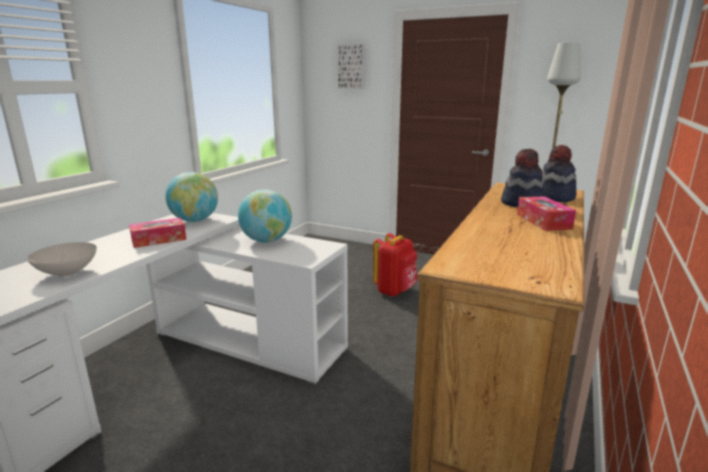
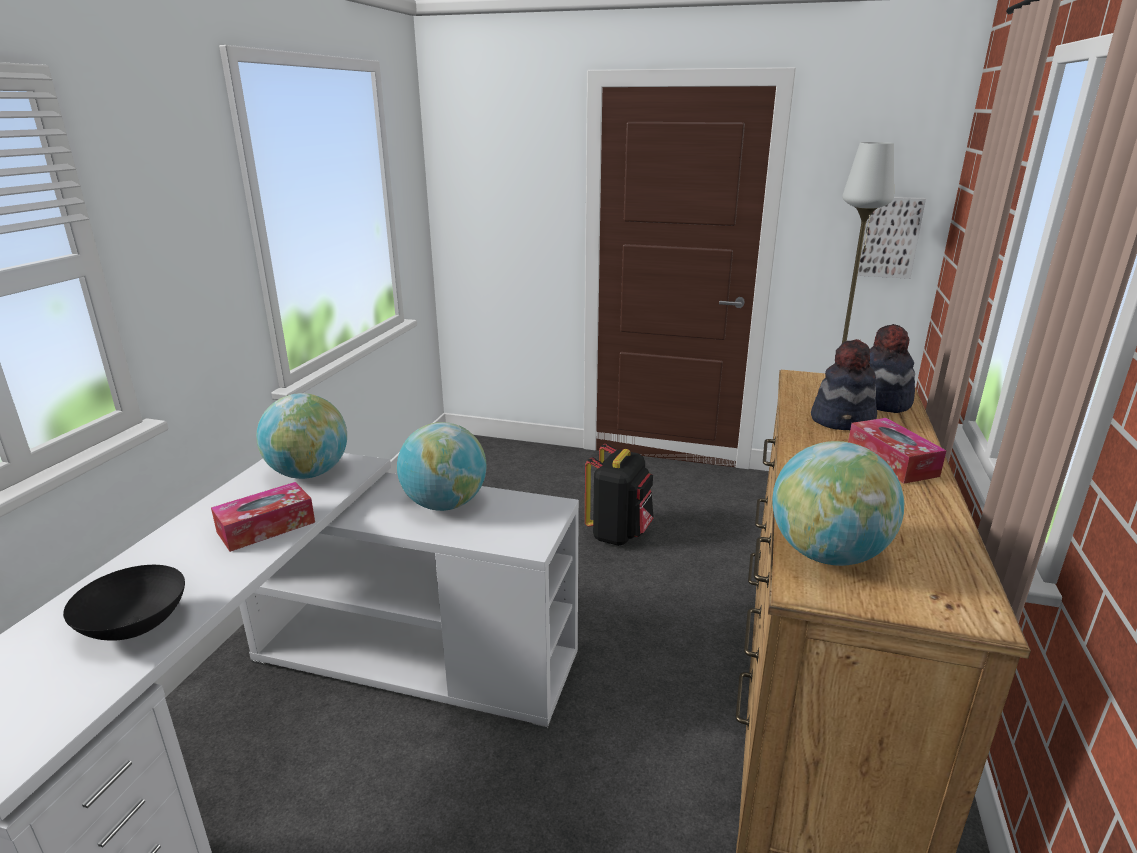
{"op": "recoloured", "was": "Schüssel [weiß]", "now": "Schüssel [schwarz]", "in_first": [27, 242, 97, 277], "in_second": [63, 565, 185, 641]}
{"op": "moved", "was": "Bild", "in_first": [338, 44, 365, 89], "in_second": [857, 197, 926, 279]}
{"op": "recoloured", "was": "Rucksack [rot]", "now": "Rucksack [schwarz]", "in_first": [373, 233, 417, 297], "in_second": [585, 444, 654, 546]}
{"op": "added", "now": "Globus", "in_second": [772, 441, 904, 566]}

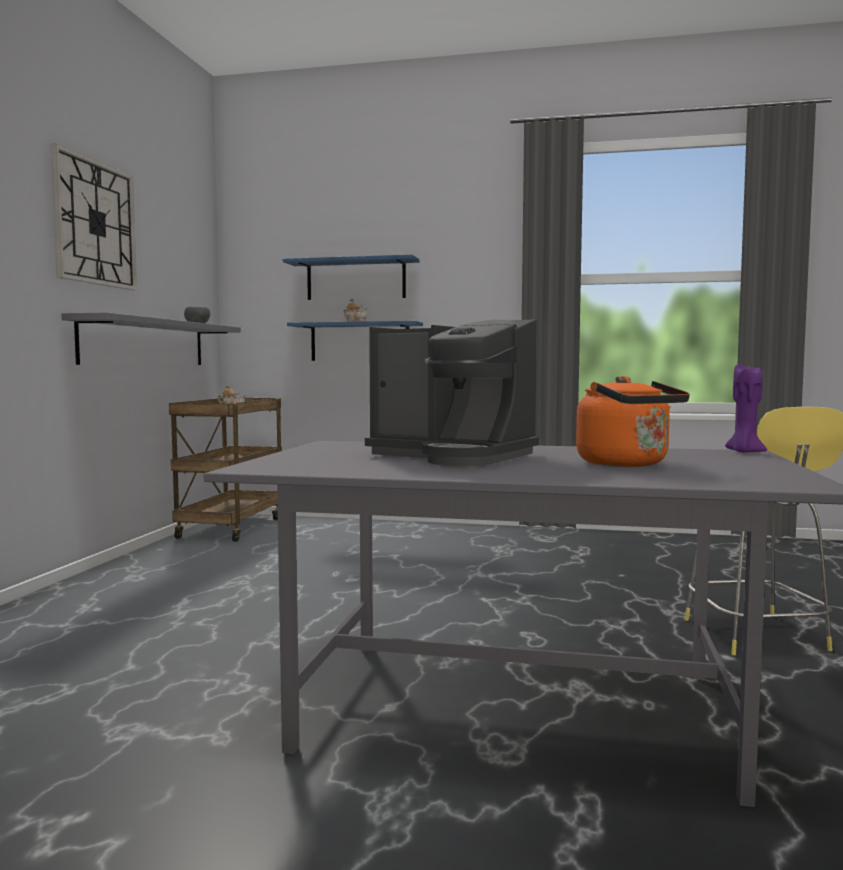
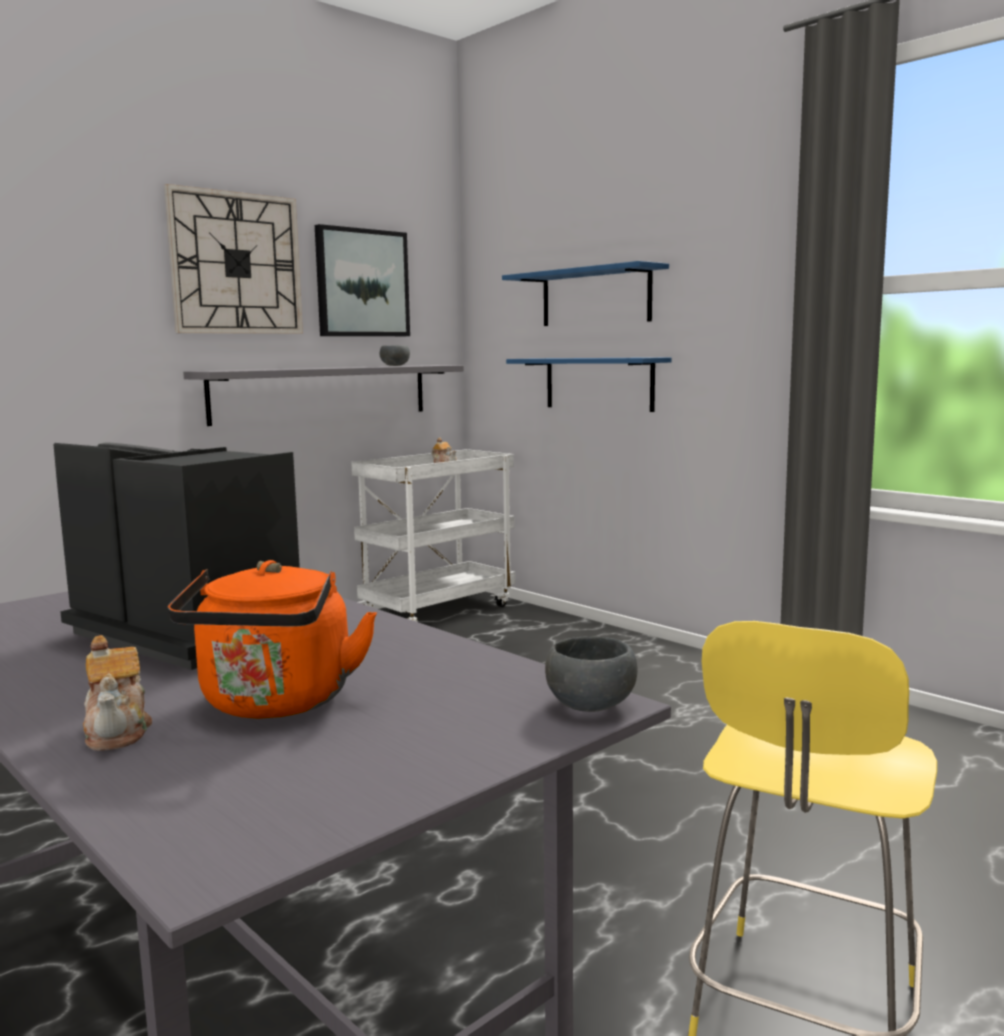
{"op": "recoloured", "was": "Rollwagen [braun]", "now": "Rollwagen [weiß]", "in_first": [169, 398, 282, 542], "in_second": [351, 449, 515, 622]}
{"op": "moved", "was": "Teekanne", "in_first": [343, 298, 368, 322], "in_second": [83, 635, 152, 751]}
{"op": "turned", "was": "Kaffeemaschine", "in_first": [365, 319, 539, 466], "in_second": [53, 442, 300, 670], "clockwise": 150}
{"op": "replaced", "was": "Kerze [lila]", "now": "Schüssel [grau]", "in_first": [725, 365, 767, 453], "in_second": [545, 636, 638, 712]}
{"op": "added", "now": "Bild", "in_second": [315, 224, 410, 336]}

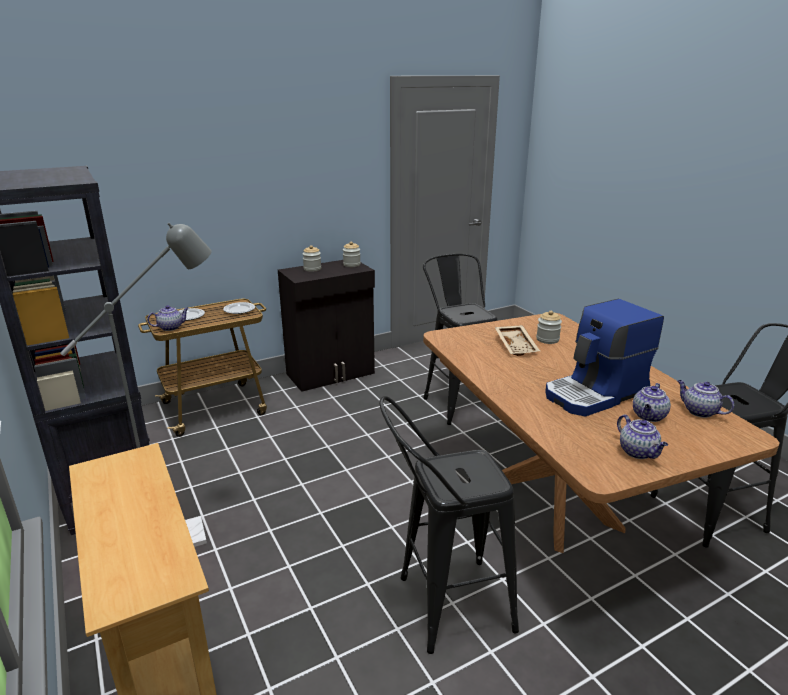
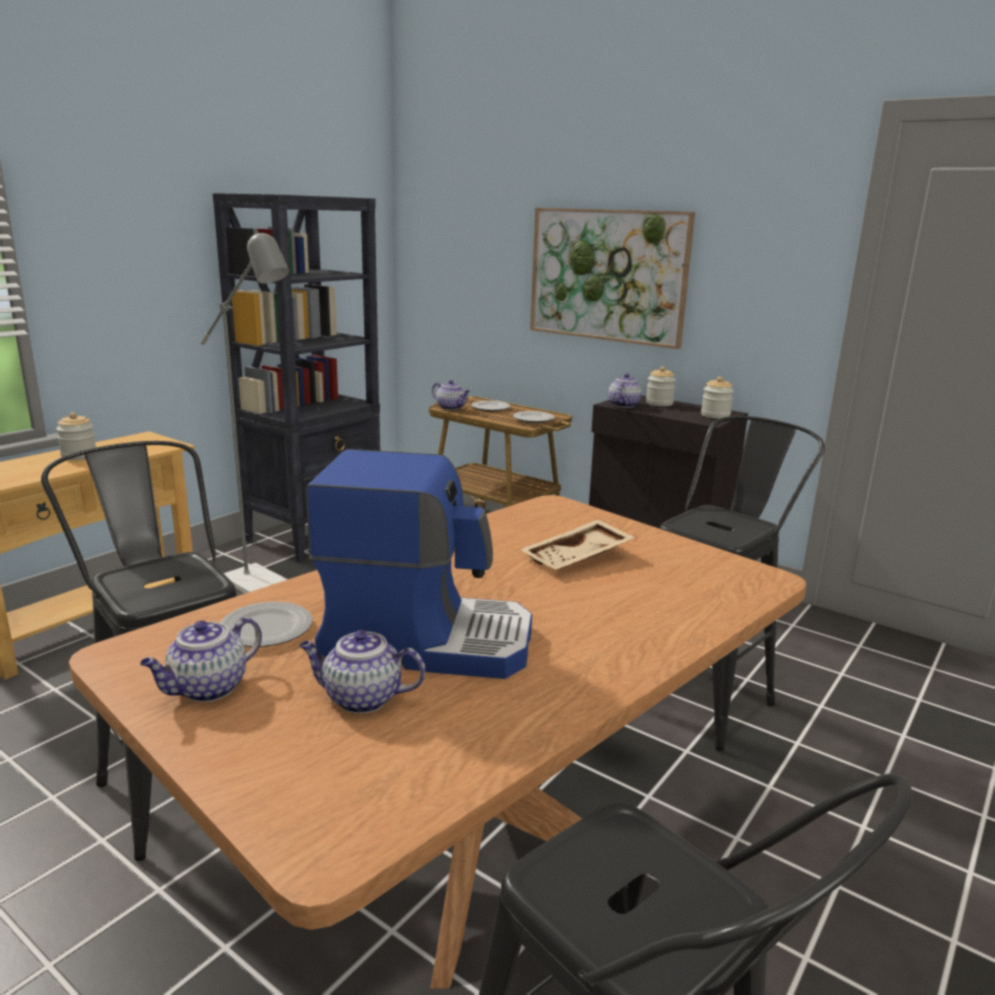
{"op": "moved", "was": "Vorratsglas", "in_first": [536, 311, 562, 344], "in_second": [56, 413, 96, 460]}
{"op": "turned", "was": "Kaffeemaschine", "in_first": [545, 299, 664, 417], "in_second": [306, 449, 532, 679], "clockwise": 150}
{"op": "moved", "was": "Teekanne", "in_first": [677, 380, 734, 418], "in_second": [608, 373, 642, 408]}
{"op": "added", "now": "Teller", "in_second": [220, 602, 313, 647]}
{"op": "added", "now": "Bild", "in_second": [530, 208, 695, 349]}

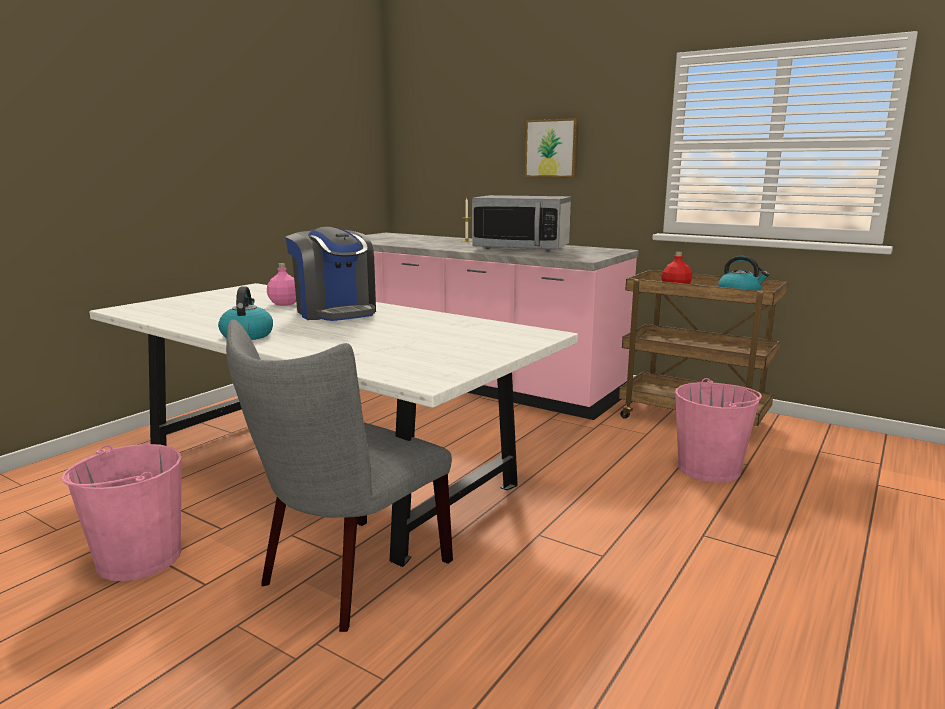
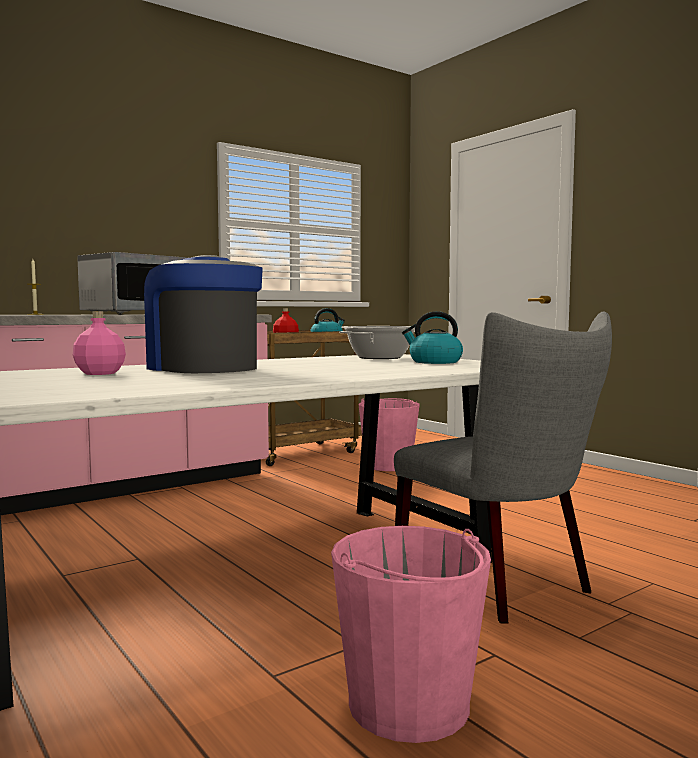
{"op": "moved", "was": "Wasserkessel", "in_first": [218, 286, 273, 340], "in_second": [402, 311, 463, 364]}
{"op": "turned", "was": "Kaffeemaschine", "in_first": [285, 227, 376, 321], "in_second": [144, 255, 263, 373], "clockwise": -120}
{"op": "removed", "was": "Bild", "in_first": [525, 118, 579, 177]}
{"op": "added", "now": "Kochtopf", "in_second": [339, 326, 415, 359]}

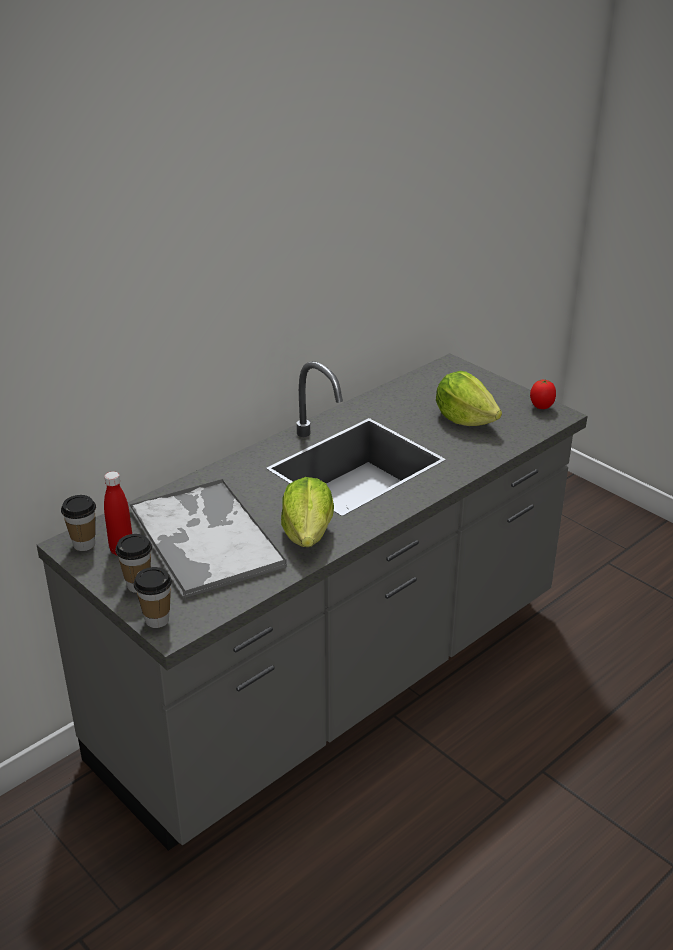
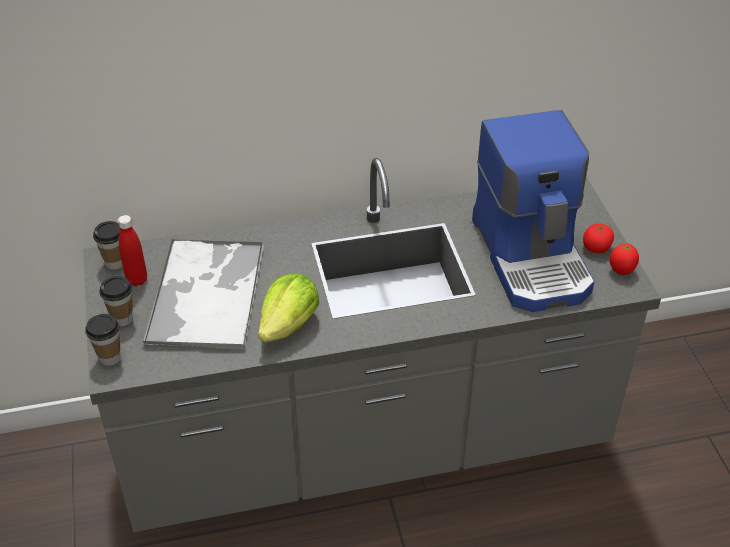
{"op": "replaced", "was": "Salatkopf", "now": "Kaffeemaschine", "in_first": [436, 371, 502, 426], "in_second": [472, 110, 595, 312]}
{"op": "added", "now": "Tomate", "in_second": [583, 223, 614, 253]}

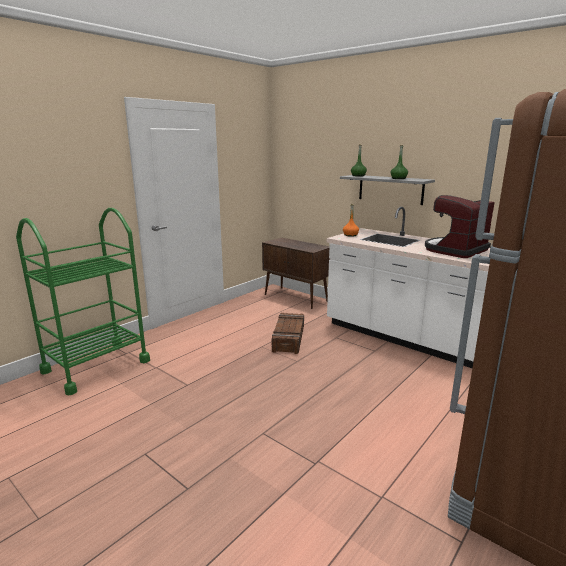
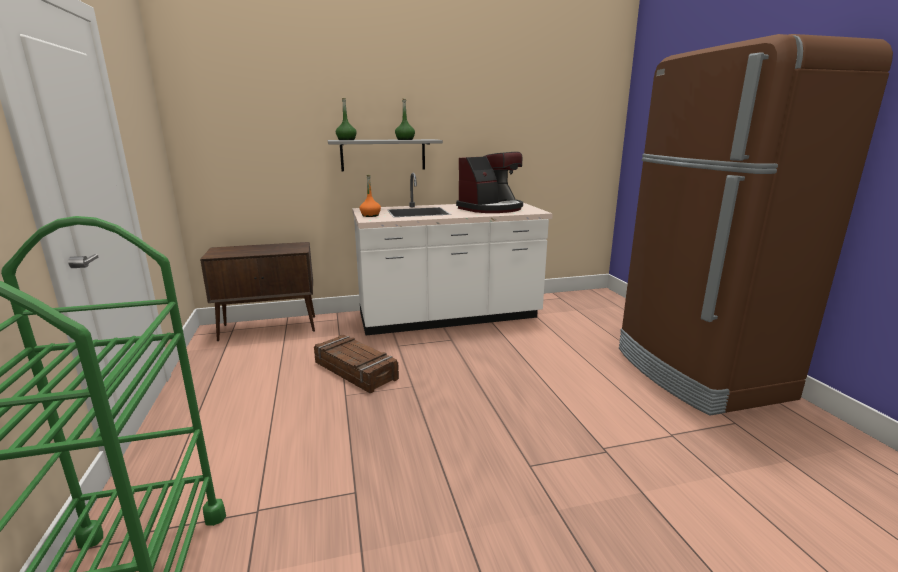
{"op": "turned", "was": "Kaffeemaschine", "in_first": [425, 195, 495, 258], "in_second": [456, 152, 523, 213], "clockwise": -120}

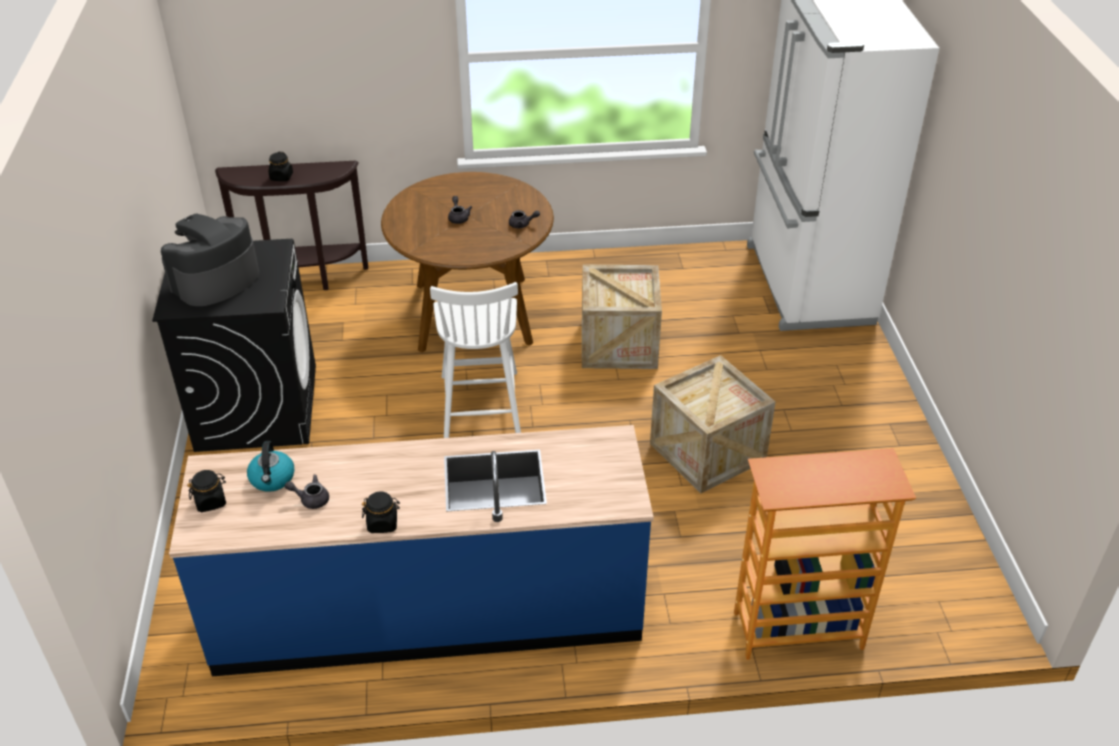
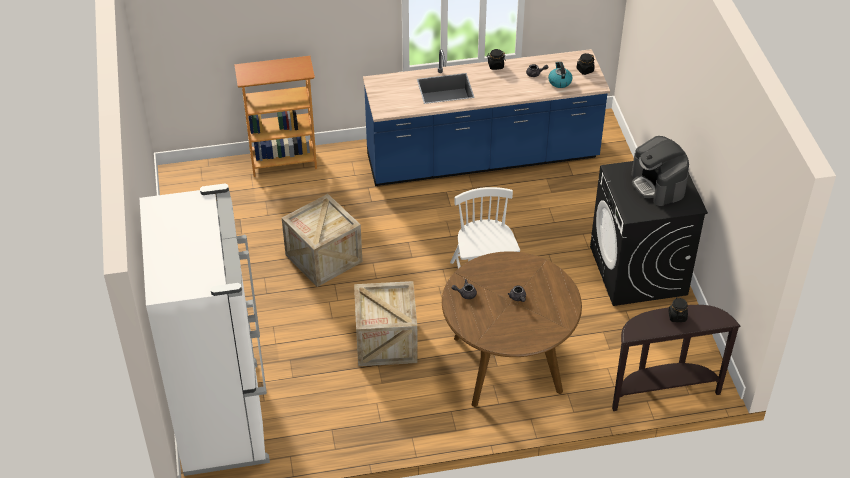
{"op": "turned", "was": "Kaffeemaschine", "in_first": [161, 214, 259, 306], "in_second": [631, 136, 689, 206], "clockwise": 120}

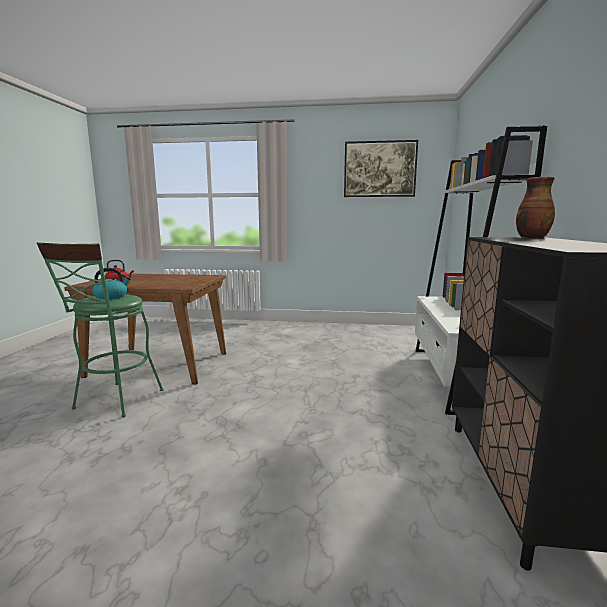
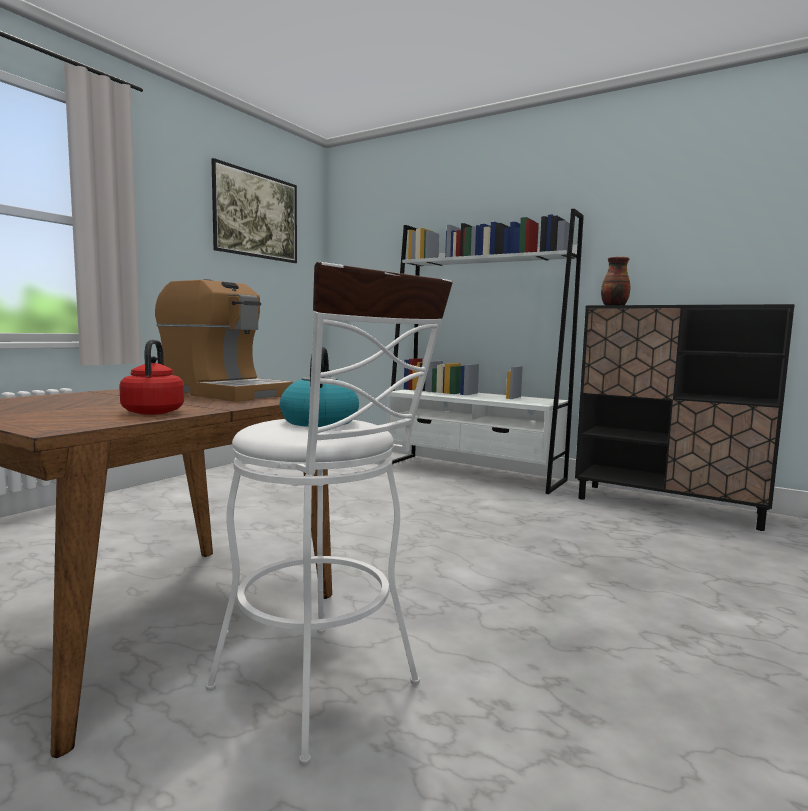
{"op": "recoloured", "was": "Hocker [grün]", "now": "Hocker [weiß]", "in_first": [37, 242, 164, 418], "in_second": [206, 262, 453, 766]}
{"op": "added", "now": "Kaffeemaschine", "in_second": [155, 279, 293, 402]}

